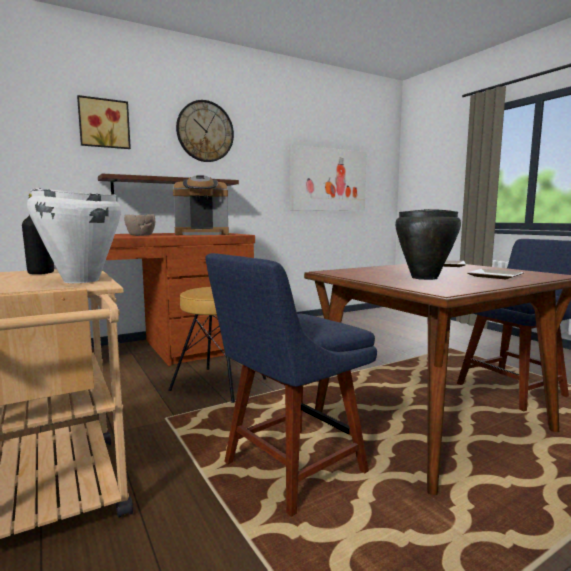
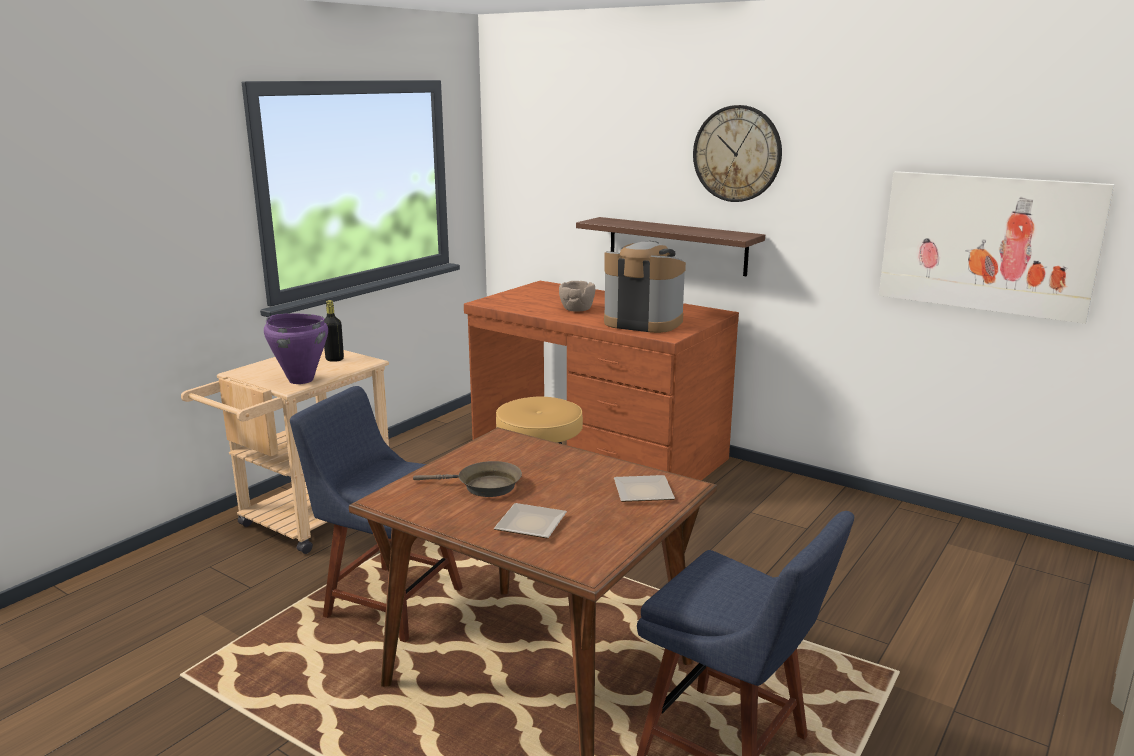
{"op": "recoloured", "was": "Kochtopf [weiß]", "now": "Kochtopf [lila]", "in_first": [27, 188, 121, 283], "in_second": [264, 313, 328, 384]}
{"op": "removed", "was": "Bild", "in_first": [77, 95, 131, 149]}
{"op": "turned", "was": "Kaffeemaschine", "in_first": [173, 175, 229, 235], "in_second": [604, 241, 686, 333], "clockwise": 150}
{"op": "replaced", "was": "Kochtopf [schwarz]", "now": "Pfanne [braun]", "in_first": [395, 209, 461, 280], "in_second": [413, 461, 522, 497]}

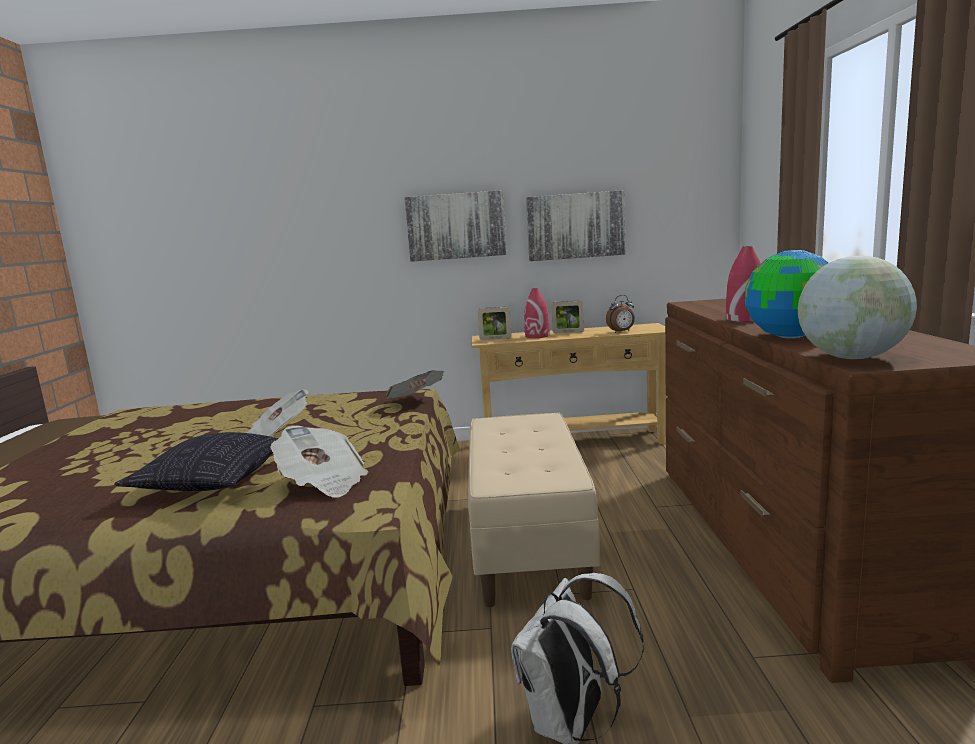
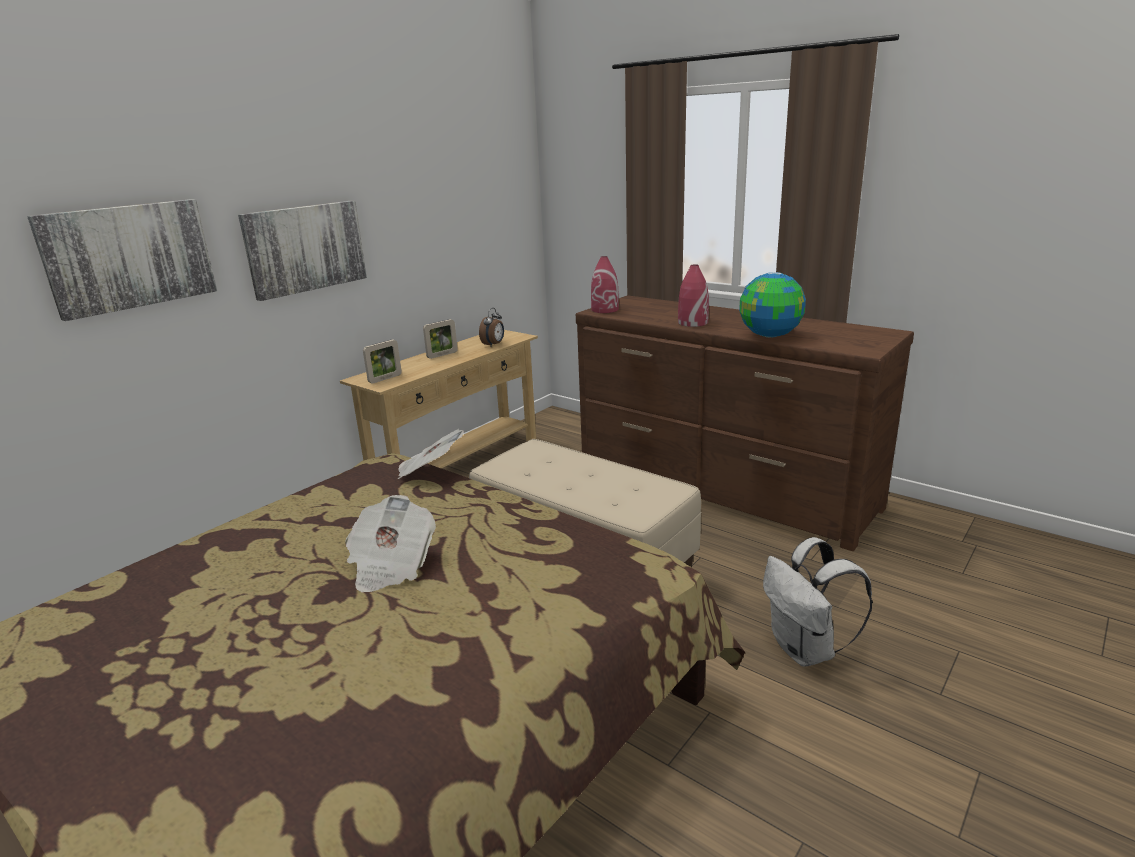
{"op": "removed", "was": "Kissen", "in_first": [114, 432, 279, 491]}
{"op": "removed", "was": "Zeitung", "in_first": [270, 425, 368, 497]}
{"op": "moved", "was": "Vase [rot]", "in_first": [524, 288, 550, 338], "in_second": [591, 256, 619, 313]}
{"op": "moved", "was": "Bild", "in_first": [526, 190, 626, 261], "in_second": [27, 199, 217, 321]}
{"op": "removed", "was": "Globus", "in_first": [798, 256, 917, 359]}

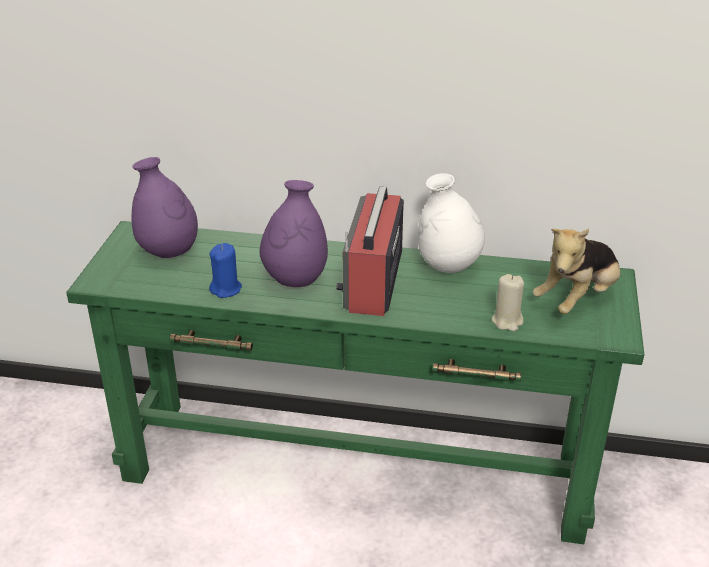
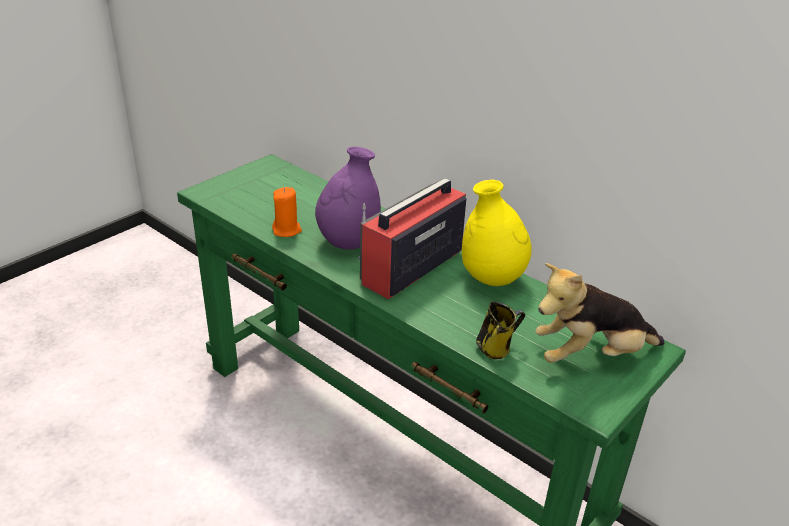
{"op": "removed", "was": "Vase [lila]", "in_first": [131, 157, 198, 258]}
{"op": "recoloured", "was": "Kerze [blau]", "now": "Kerze [orange]", "in_first": [209, 243, 242, 298], "in_second": [272, 187, 302, 237]}
{"op": "recoloured", "was": "Vase [weiß]", "now": "Vase [gelb]", "in_first": [418, 173, 485, 273], "in_second": [462, 180, 532, 286]}
{"op": "replaced", "was": "Kerze [beige]", "now": "Henkelbecher", "in_first": [492, 274, 524, 331], "in_second": [476, 302, 525, 359]}

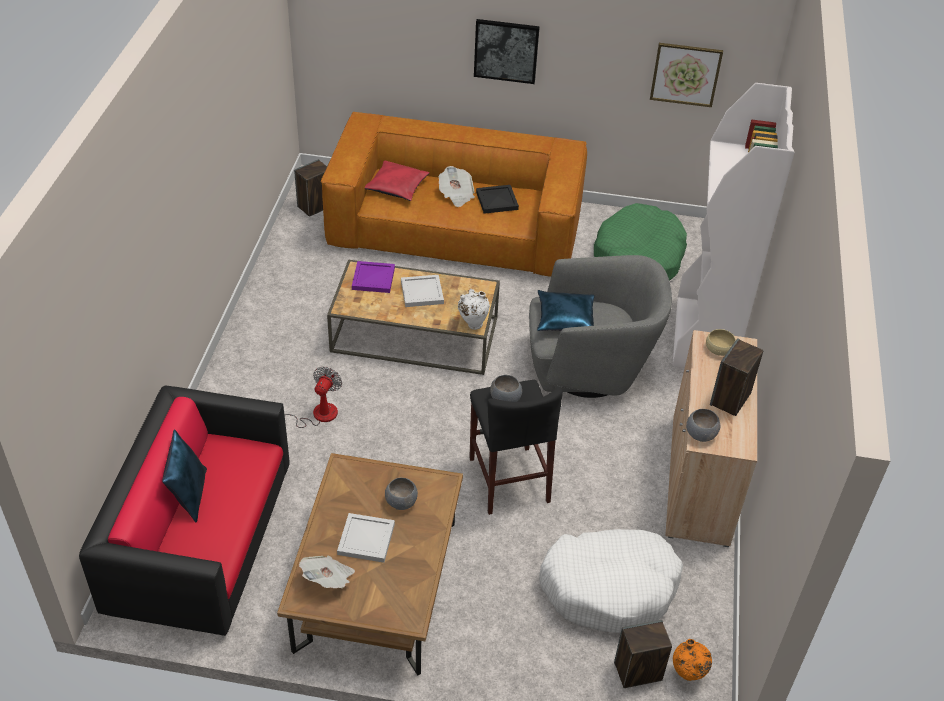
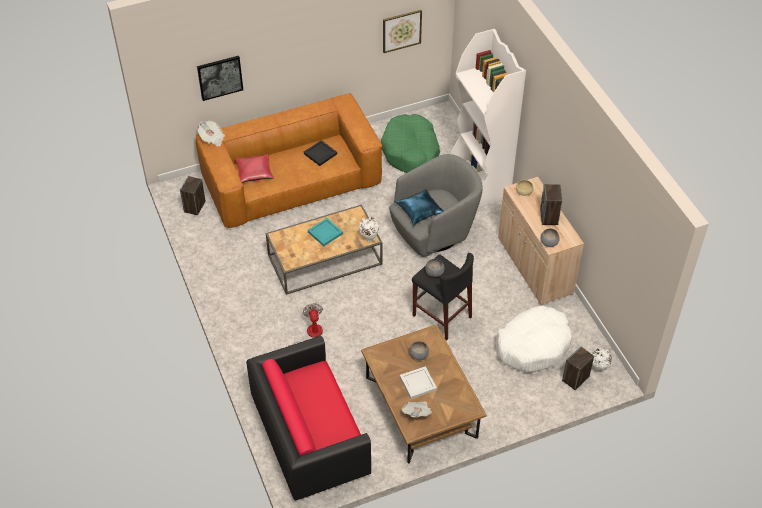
{"op": "removed", "was": "Kissen [blau]", "in_first": [162, 430, 207, 523]}
{"op": "removed", "was": "Tablett [lila]", "in_first": [352, 261, 395, 293]}
{"op": "recoloured", "was": "Tablett [weiß]", "now": "Tablett [türkis]", "in_first": [401, 275, 444, 307], "in_second": [308, 218, 343, 246]}
{"op": "moved", "was": "Zeitung", "in_first": [439, 166, 475, 207], "in_second": [198, 121, 225, 146]}
{"op": "moved", "was": "Bild", "in_first": [474, 19, 540, 84], "in_second": [197, 56, 243, 101]}
{"op": "recoloured", "was": "Vase [orange]", "now": "Vase [weiß]", "in_first": [673, 639, 712, 681], "in_second": [591, 348, 612, 371]}

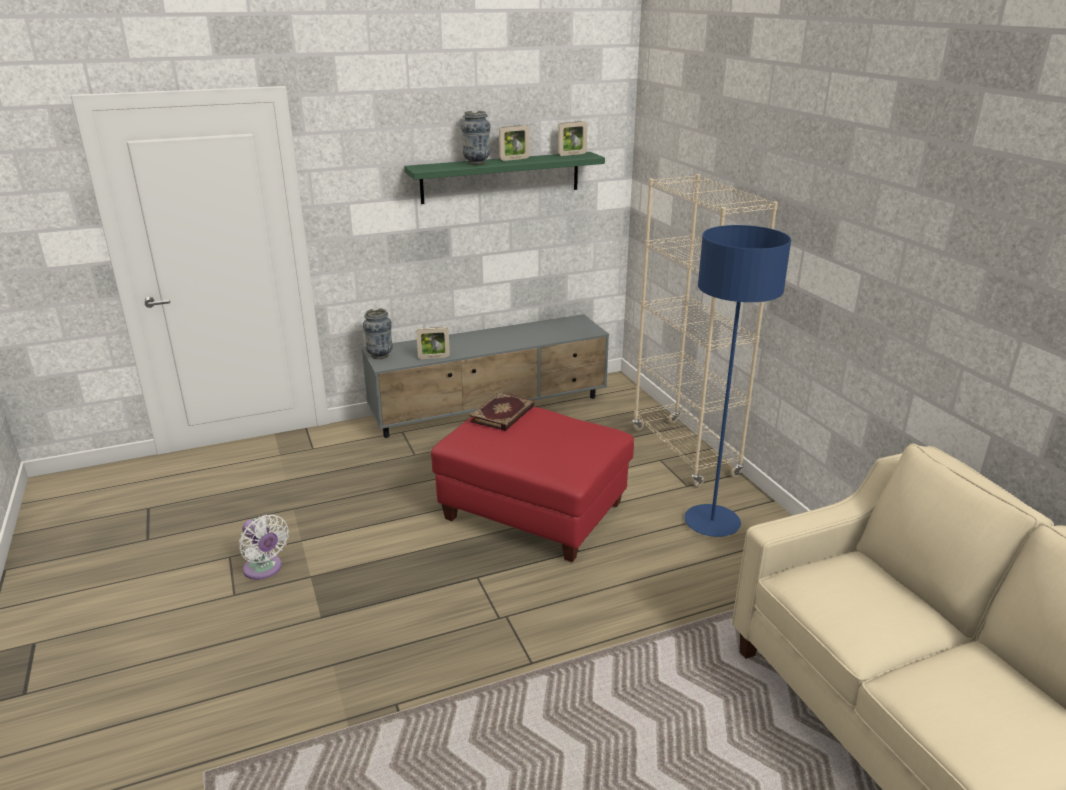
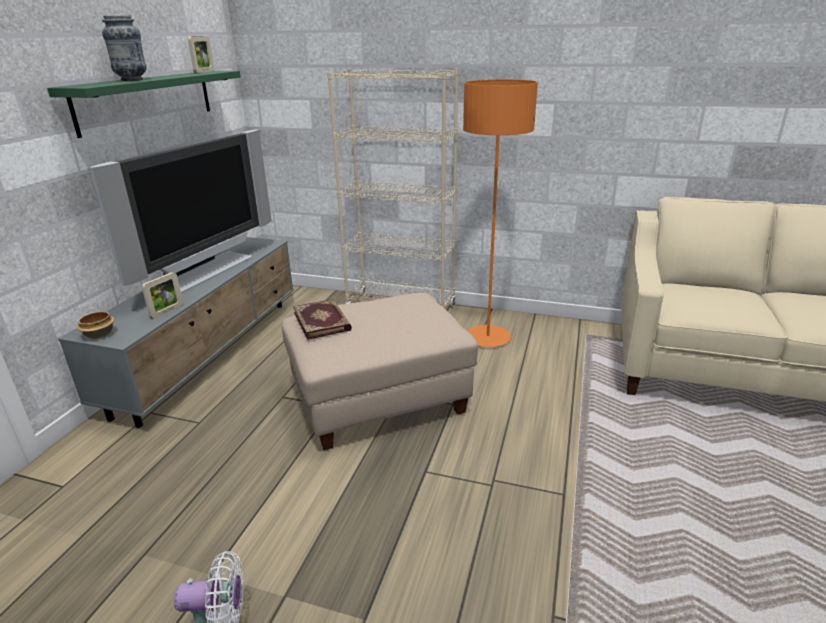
{"op": "replaced", "was": "Vase", "now": "Schüssel", "in_first": [363, 308, 393, 359], "in_second": [77, 311, 115, 339]}
{"op": "recoloured", "was": "Polsterhocker [rot]", "now": "Polsterhocker [beige]", "in_first": [431, 407, 634, 562], "in_second": [282, 293, 478, 450]}
{"op": "removed", "was": "Bilderrahmen", "in_first": [499, 125, 529, 161]}
{"op": "recoloured", "was": "Stehlampe [blau]", "now": "Stehlampe [orange]", "in_first": [684, 225, 791, 537], "in_second": [463, 79, 538, 347]}
{"op": "added", "now": "Fernseher", "in_second": [89, 129, 272, 294]}

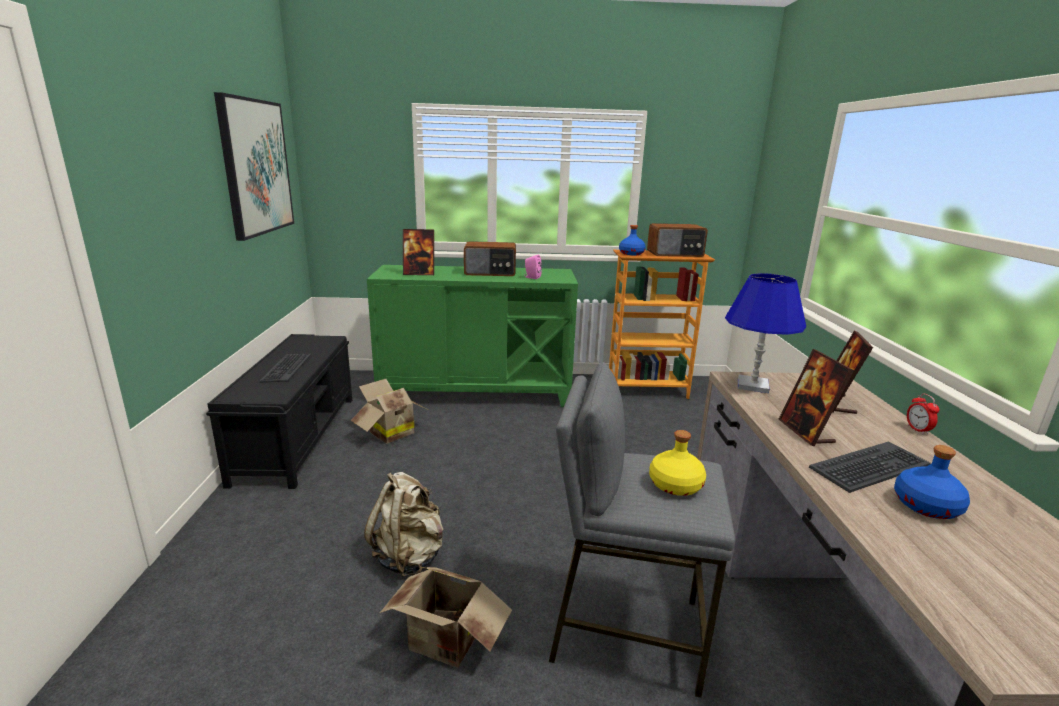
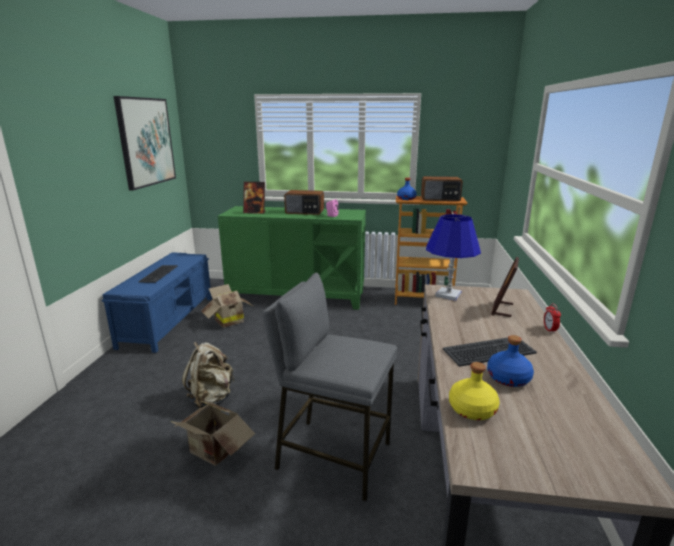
{"op": "recoloured", "was": "Bank [schwarz]", "now": "Bank [blau]", "in_first": [206, 334, 352, 489], "in_second": [102, 252, 212, 353]}
{"op": "moved", "was": "Flasche [gelb]", "in_first": [649, 430, 706, 496], "in_second": [449, 362, 500, 420]}
{"op": "removed", "was": "Bilderrahmen", "in_first": [779, 349, 854, 446]}

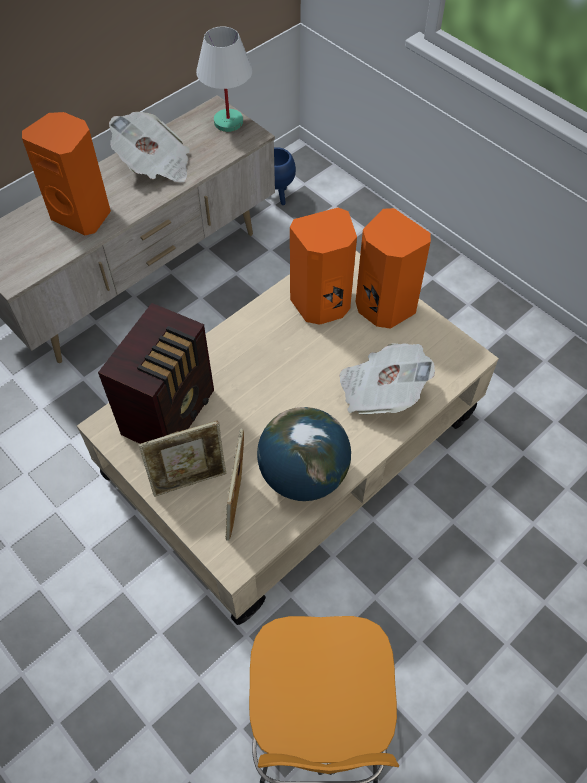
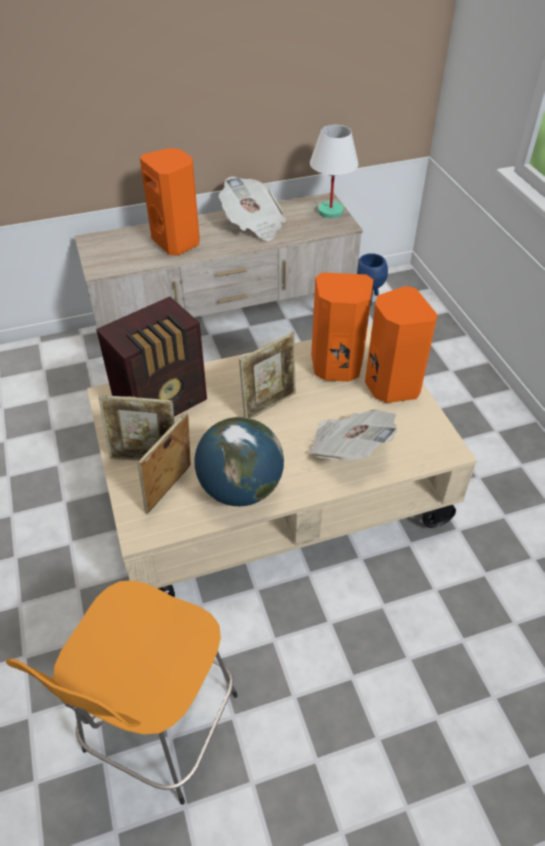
{"op": "added", "now": "Bilderrahmen", "in_second": [239, 332, 296, 419]}

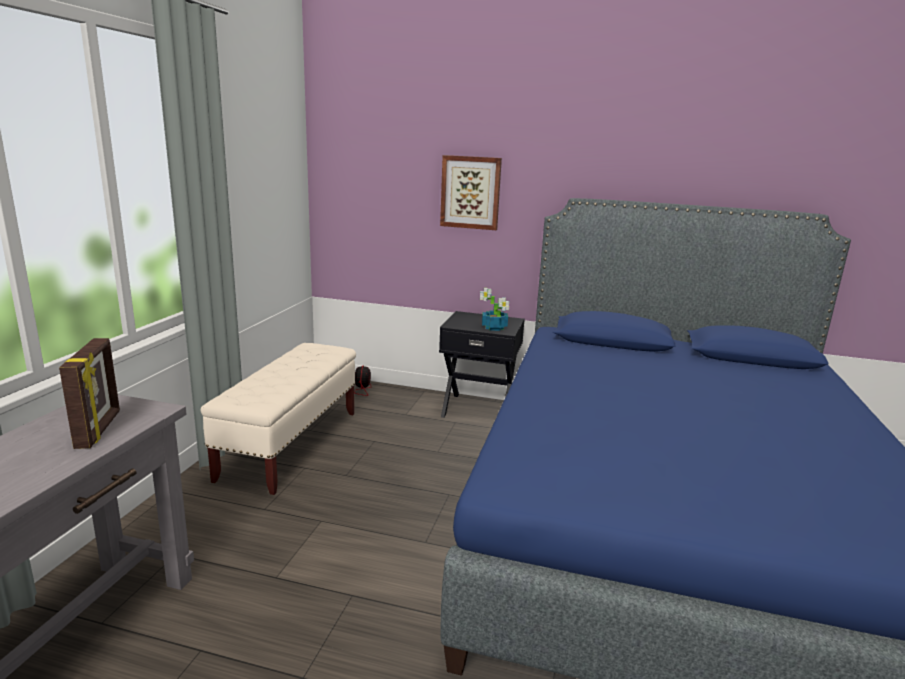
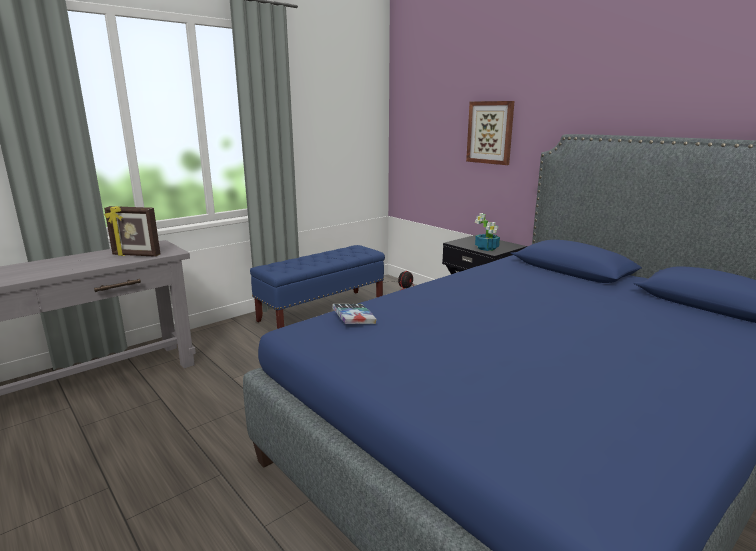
{"op": "turned", "was": "Bilderrahmen", "in_first": [59, 338, 120, 449], "in_second": [104, 206, 160, 257], "clockwise": 75}
{"op": "recoloured", "was": "Bank [beige]", "now": "Bank [blau]", "in_first": [201, 343, 356, 495], "in_second": [250, 245, 385, 329]}
{"op": "added", "now": "Buch", "in_second": [332, 304, 377, 324]}

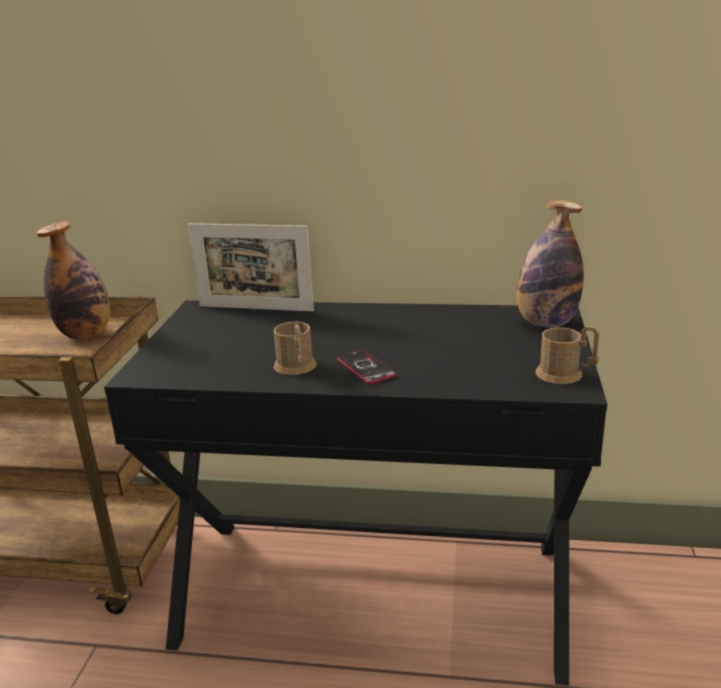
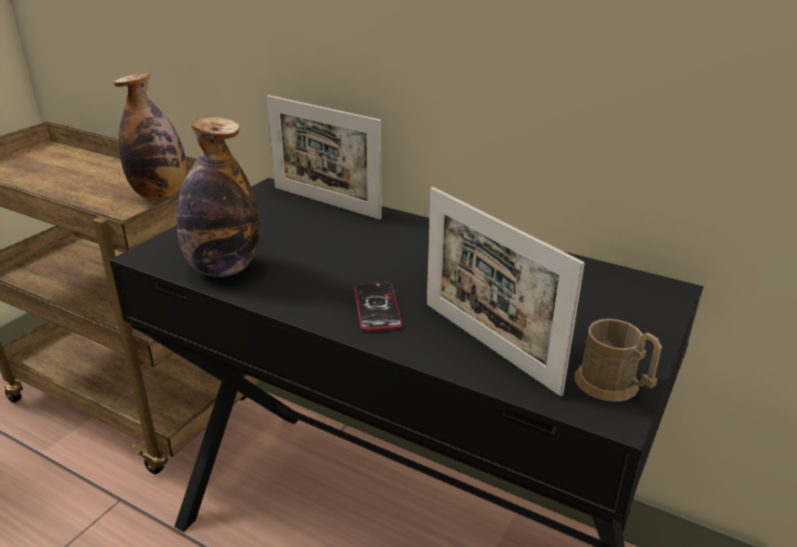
{"op": "removed", "was": "Henkelbecher [braun]", "in_first": [274, 322, 317, 375]}
{"op": "moved", "was": "Flasche", "in_first": [517, 200, 584, 328], "in_second": [177, 117, 259, 277]}
{"op": "added", "now": "Bilderrahmen", "in_second": [427, 187, 585, 396]}

